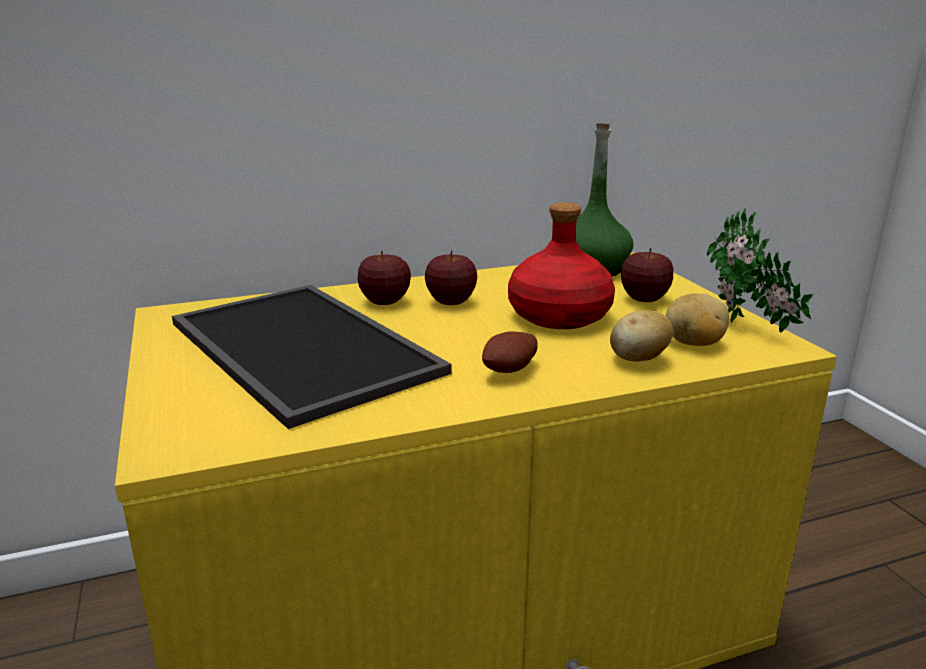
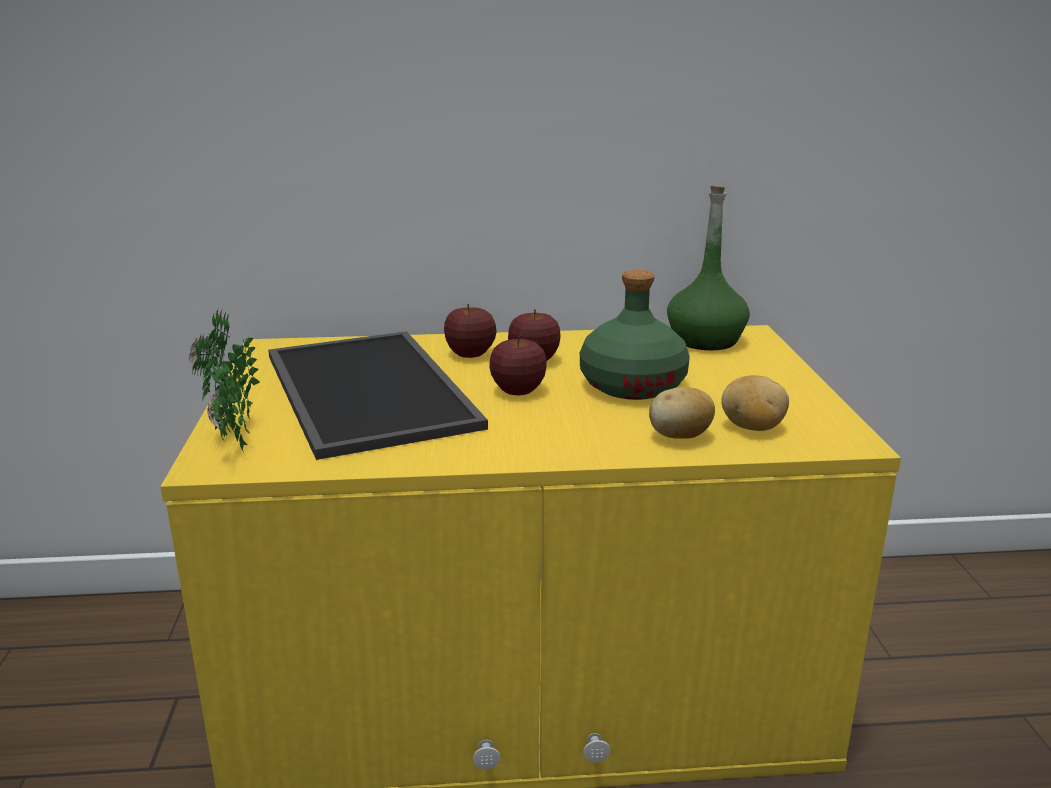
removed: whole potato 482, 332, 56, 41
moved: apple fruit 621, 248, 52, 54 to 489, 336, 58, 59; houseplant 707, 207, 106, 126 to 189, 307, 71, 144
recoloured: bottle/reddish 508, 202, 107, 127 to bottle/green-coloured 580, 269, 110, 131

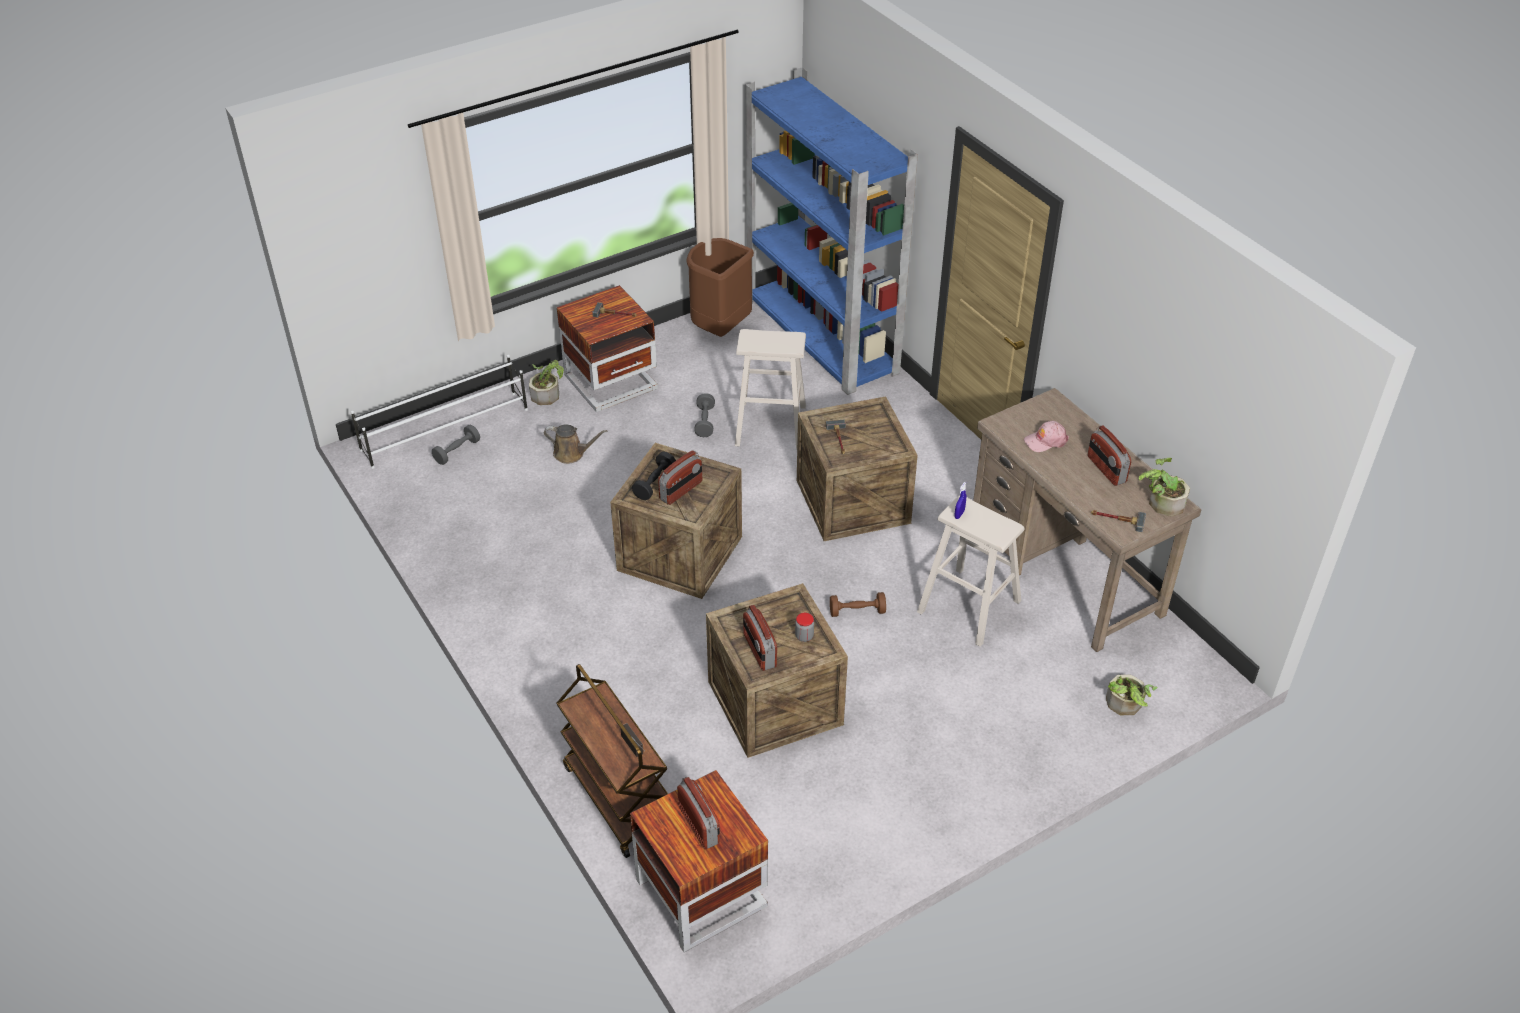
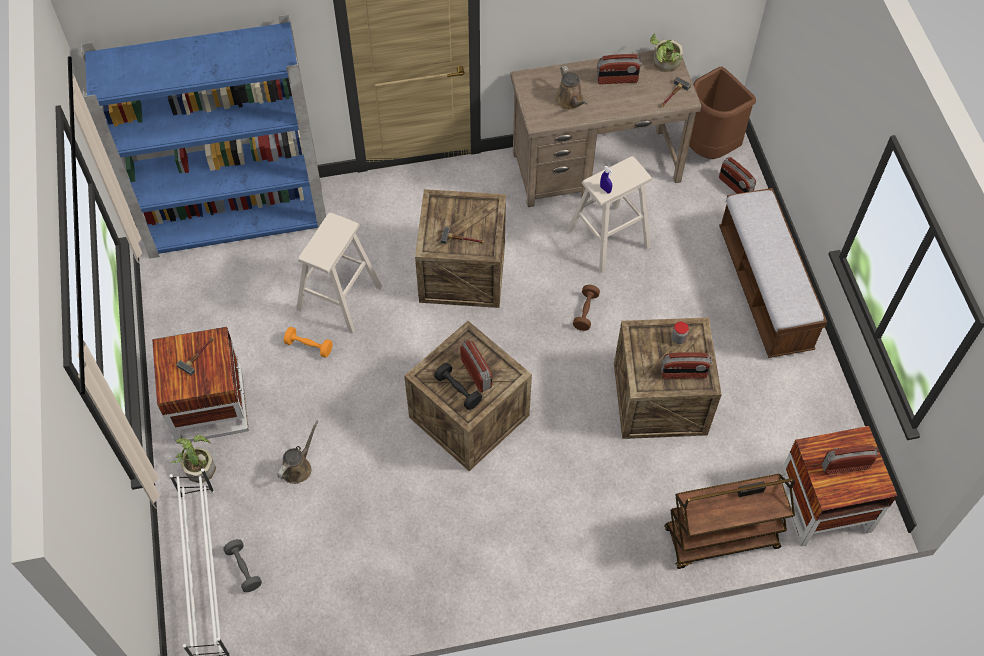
added: long seat 719, 188, 108, 170
moved: trash can/brown 686, 238, 68, 99 to 689, 67, 67, 92
replaced: baseball cap/pinkish 1024, 421, 45, 31 to sprinkling can/brown 555, 66, 32, 44; houseplant 1106, 675, 52, 40 to radio set 719, 157, 37, 37
recoloured: hand weight/gray 694, 393, 21, 44 to hand weight/orange-coloured 284, 327, 49, 31

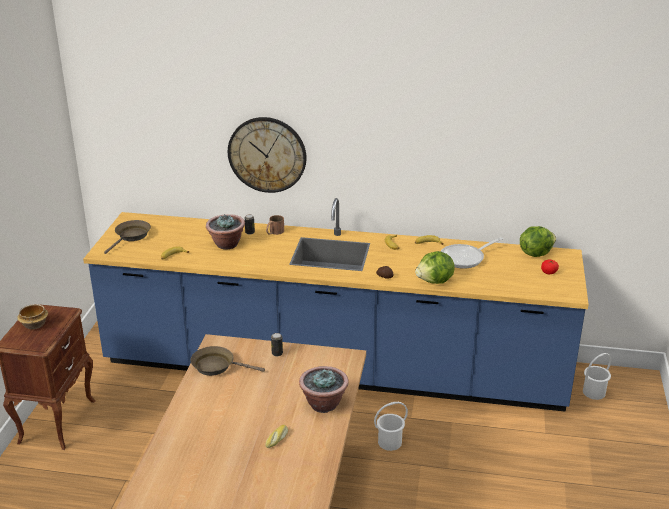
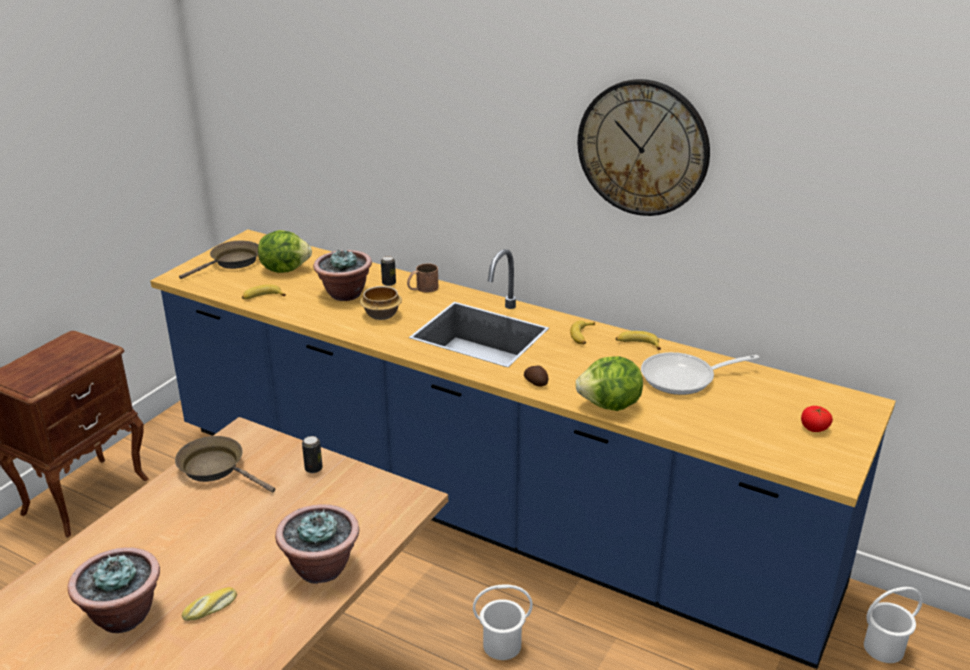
added: houseplant 68, 547, 92, 86
moved: serving bowl 17, 304, 31, 25 to 360, 286, 42, 34; clock on the wall 228, 117, 78, 76 to 578, 79, 132, 137; lettuce head 520, 226, 36, 31 to 258, 230, 54, 43

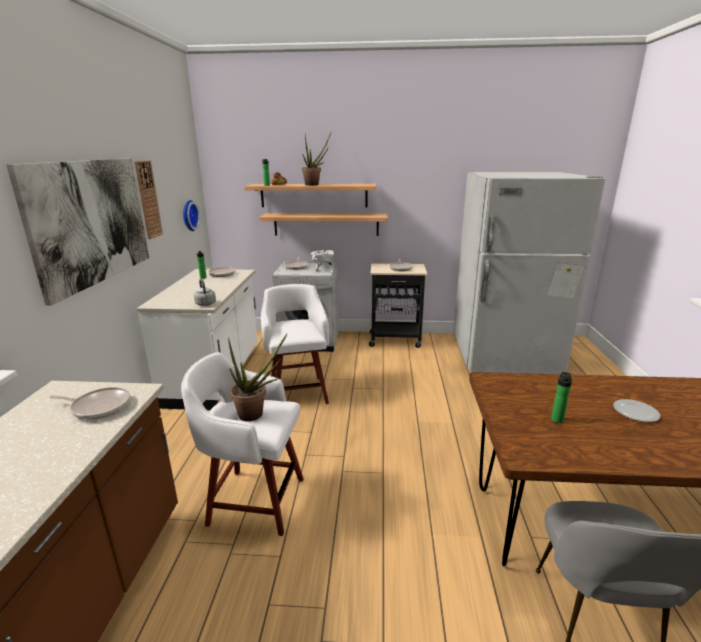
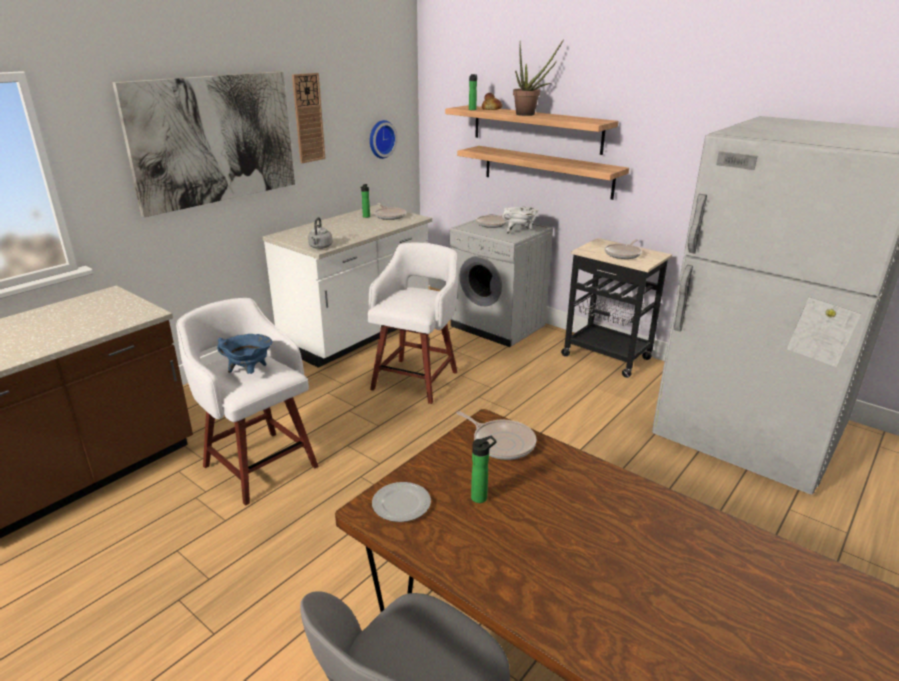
moved: pan 49, 387, 81, 33 to 457, 411, 80, 49; flat dish 613, 399, 47, 23 to 372, 482, 59, 40
replaced: houseplant 228, 334, 59, 87 to saucepot/bluish 217, 334, 55, 40

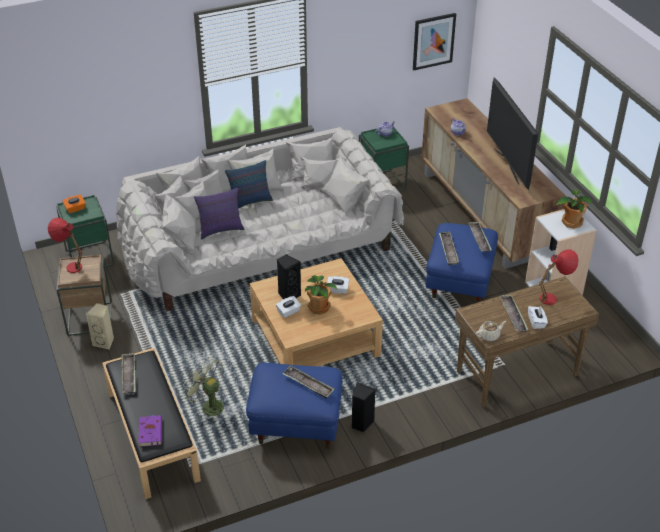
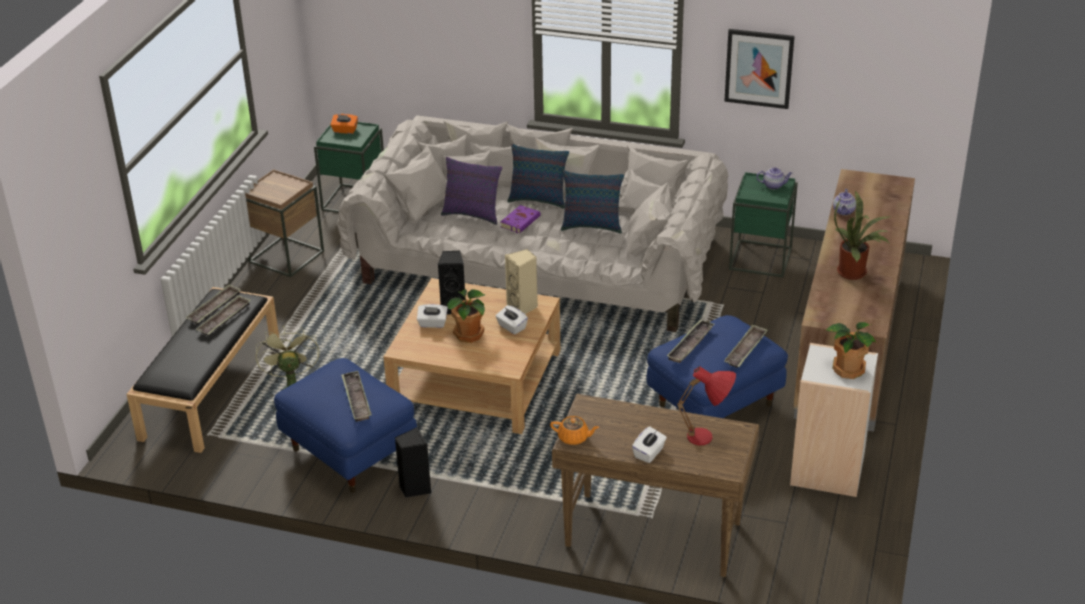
removed: lamp for a table/reddish 48, 218, 35, 55
added: pillow/bluish 561, 170, 63, 63
moved: speaker/beige-coloured 86, 303, 28, 46 to 505, 249, 33, 65; bound book/purplish 138, 415, 24, 32 to 501, 205, 40, 28; wall picture 413, 13, 43, 57 to 724, 29, 71, 80; tray 500, 294, 28, 38 to 196, 295, 54, 41
replaced: television 487, 78, 51, 112 to houseplant 834, 191, 55, 89
recoloured: teapot/beige-coloured 476, 321, 30, 20 to teapot/orange-coloured 550, 416, 49, 29

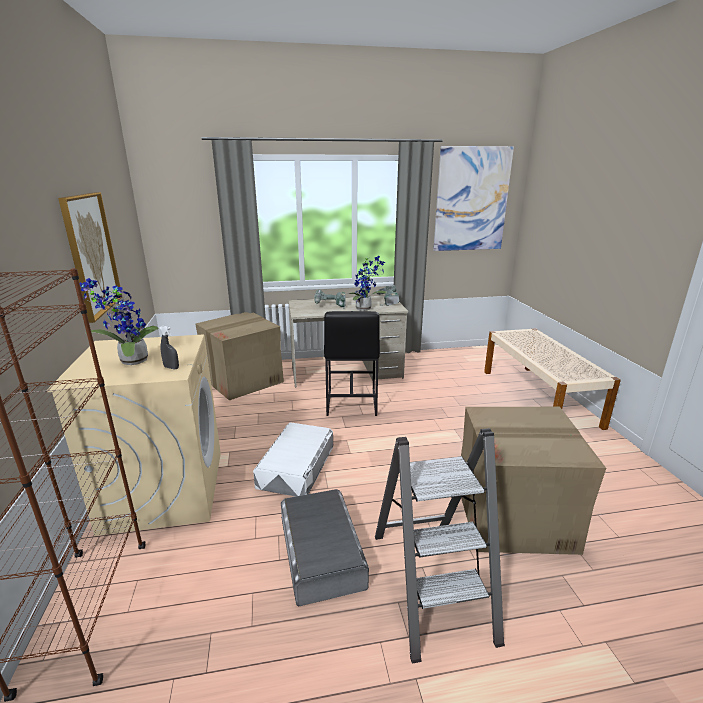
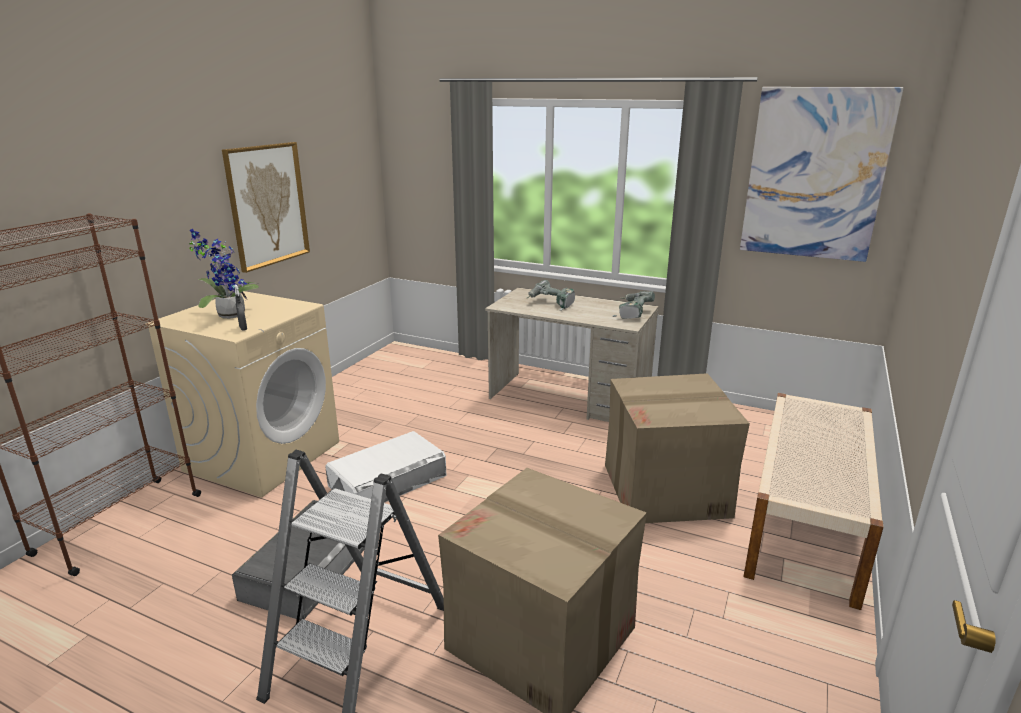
removed: plain chair/black 324, 311, 56, 105; houseplant 348, 256, 39, 55
moved: packing box 196, 312, 88, 88 to 605, 373, 145, 150

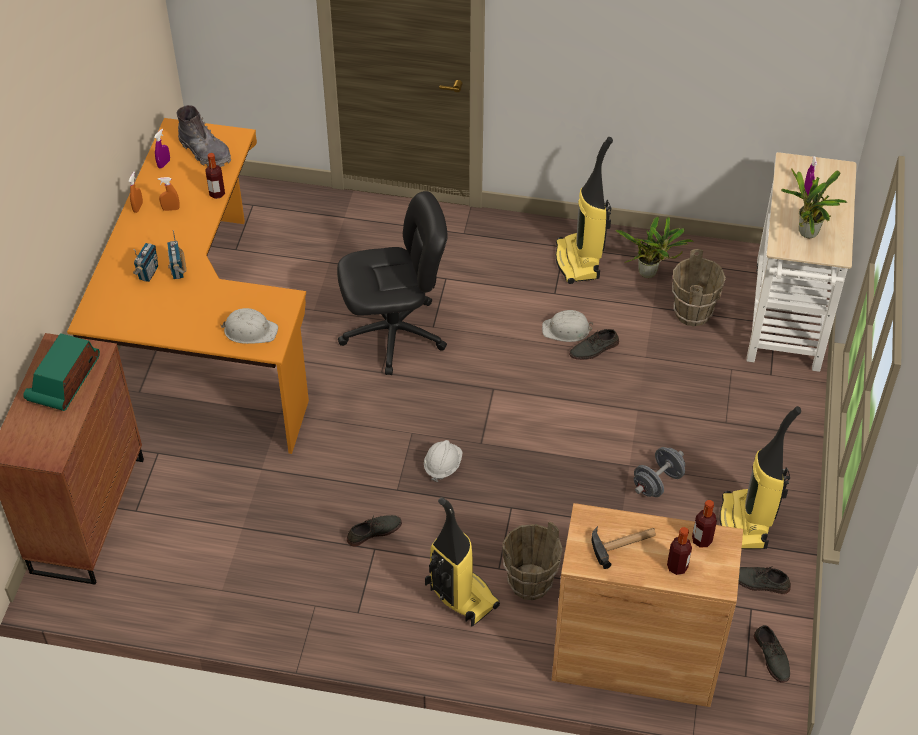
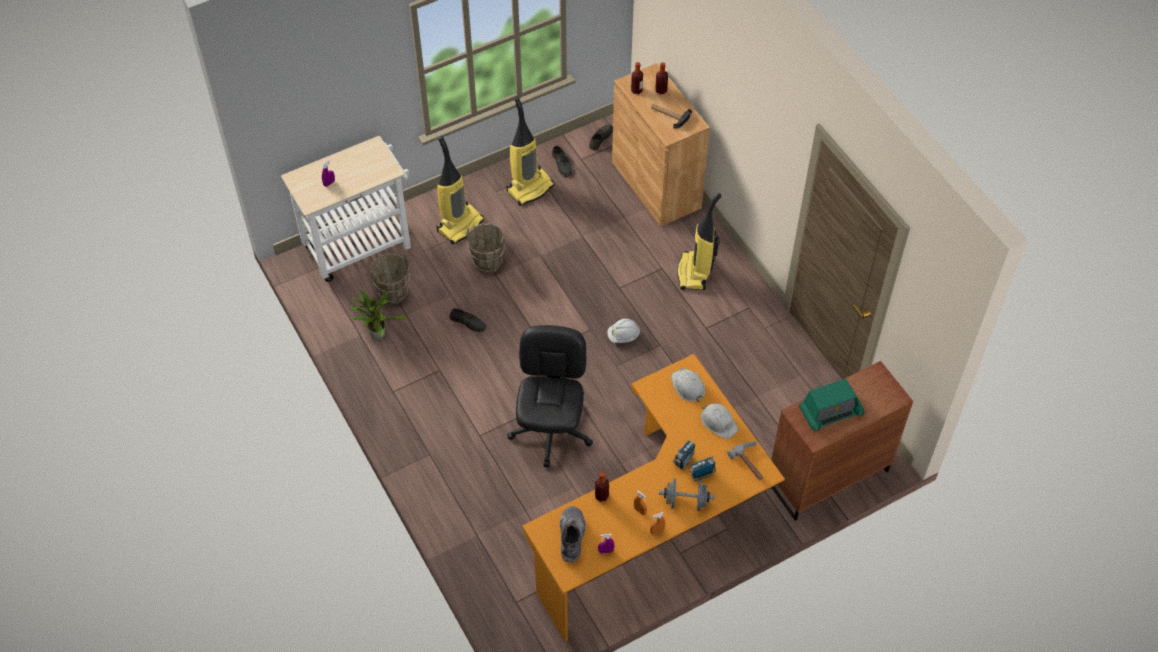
removed: low shoe/gray 347, 515, 55, 32; houseplant 781, 168, 66, 70
added: hand hammer 727, 441, 36, 40
moved: pail/brown 503, 521, 60, 79 to 466, 224, 39, 50; hard hat/white 542, 310, 51, 32 to 701, 403, 37, 36; vacuum 556, 137, 57, 147 to 437, 136, 47, 109; hand weight/gray 634, 447, 51, 50 to 659, 479, 56, 32
turned: computer chair/black 337, 191, 111, 184 = 507, 325, 86, 142 60 degrees clockwise

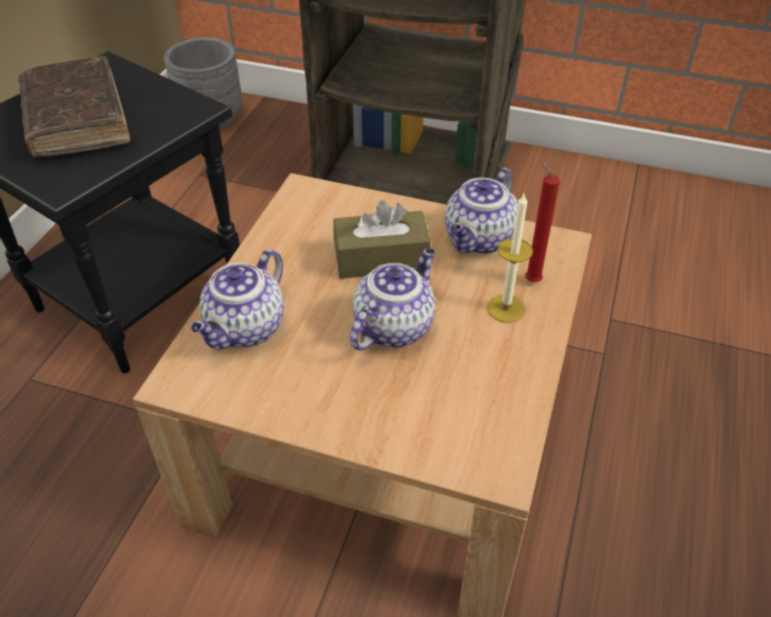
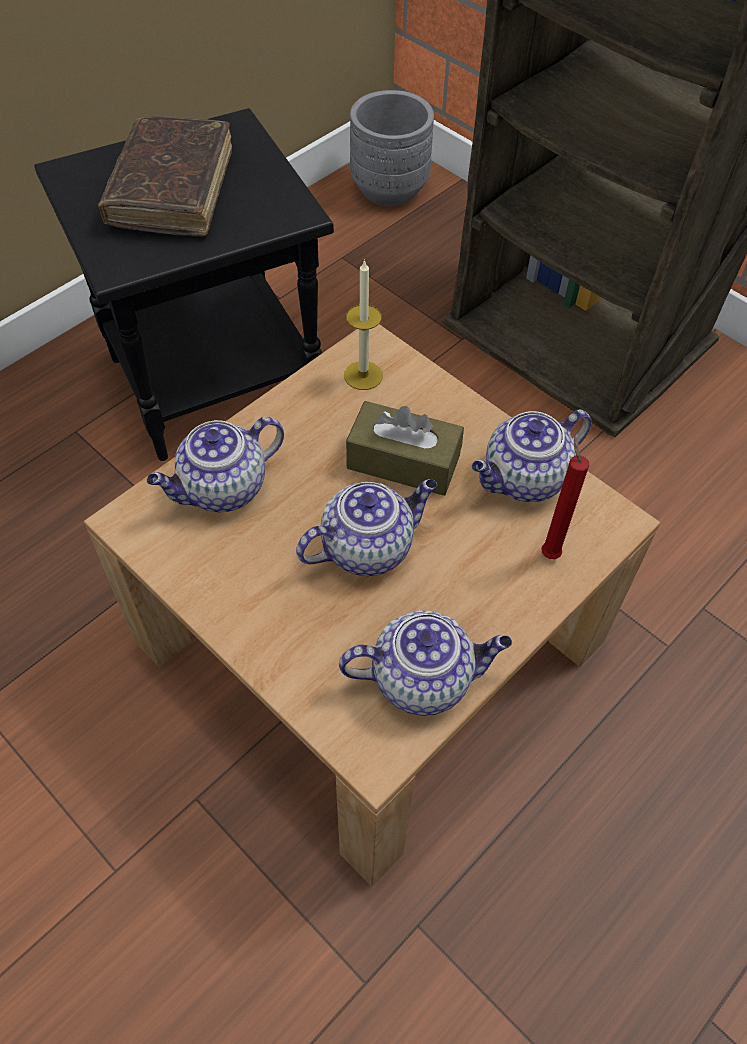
added: teapot 339, 611, 173, 105
moved: wax light 487, 194, 46, 129 to 344, 259, 39, 131

